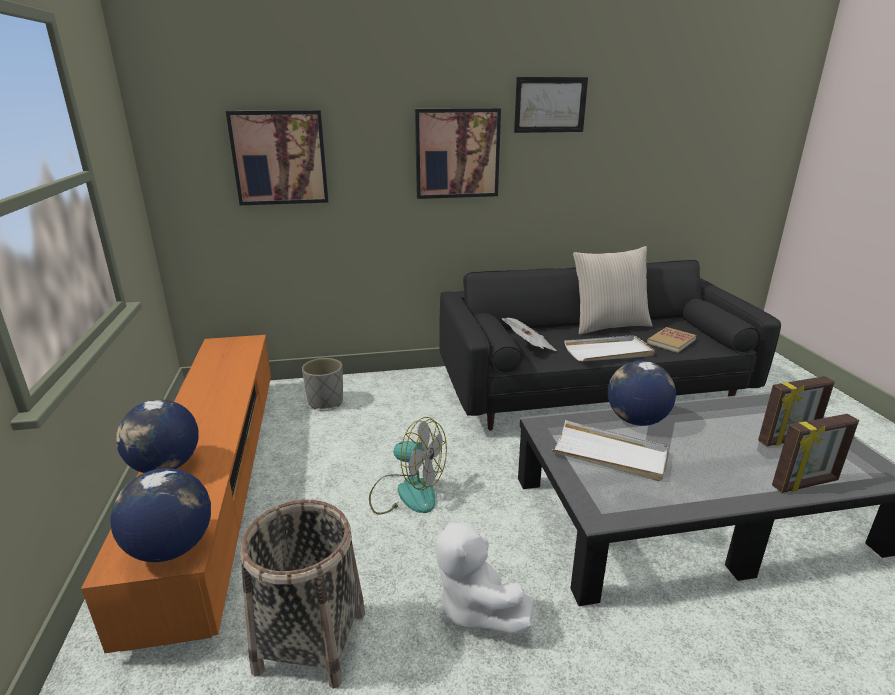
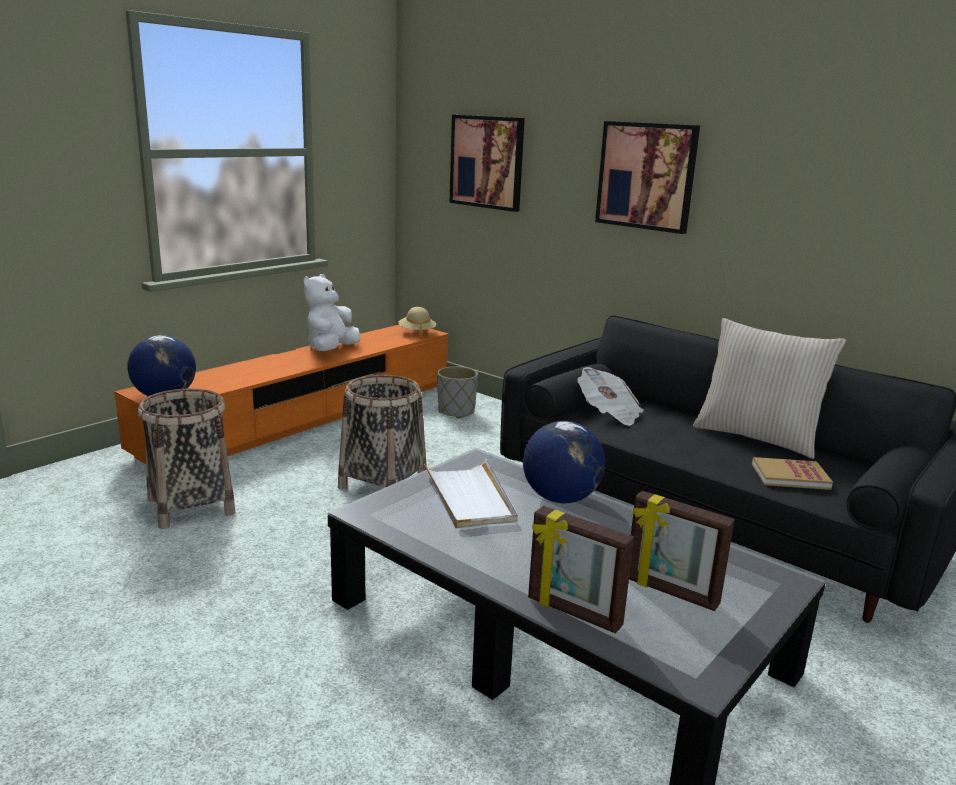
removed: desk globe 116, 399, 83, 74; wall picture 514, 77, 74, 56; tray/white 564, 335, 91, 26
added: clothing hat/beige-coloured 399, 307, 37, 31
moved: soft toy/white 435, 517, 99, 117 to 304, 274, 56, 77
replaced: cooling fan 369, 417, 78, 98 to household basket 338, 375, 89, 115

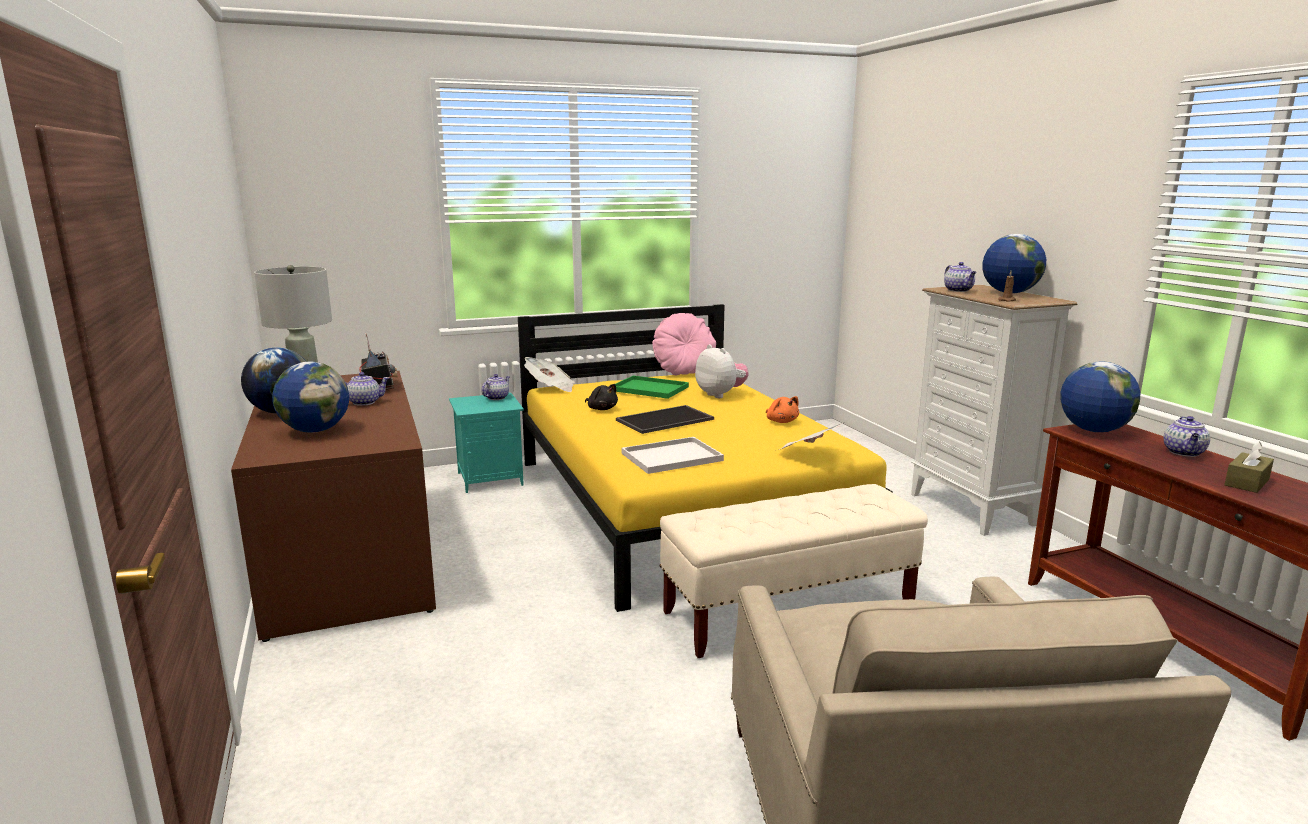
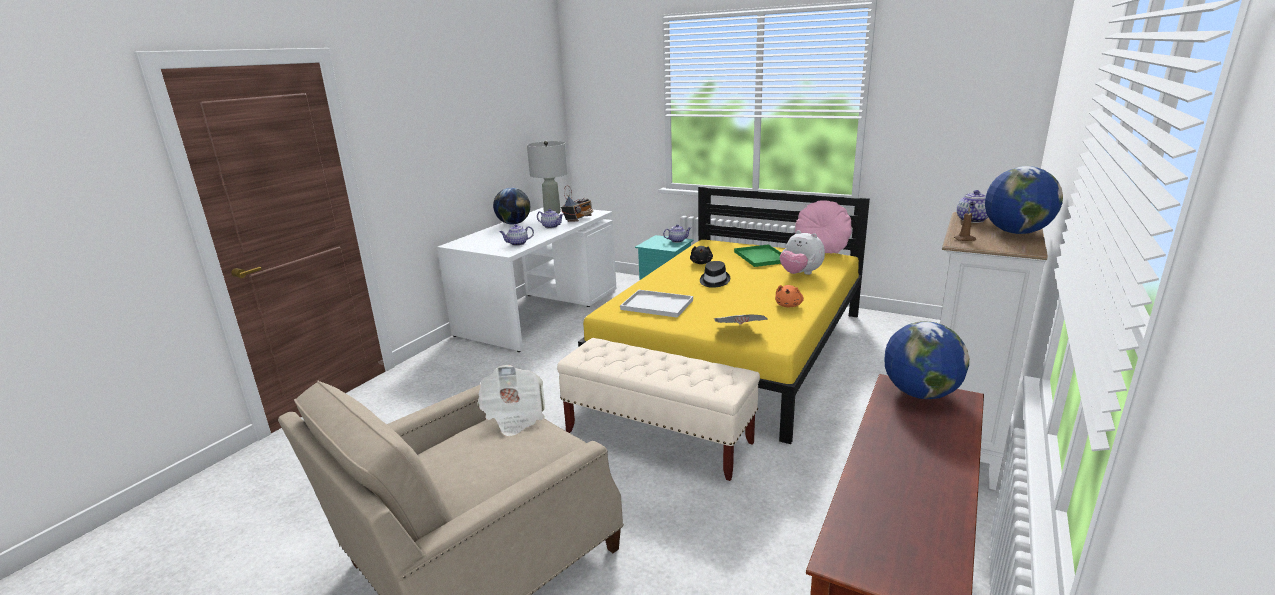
removed: desk globe 272, 362, 77, 71; tissue box/brown 1224, 441, 50, 52
moved: printed paper 524, 357, 51, 35 to 477, 365, 68, 71; teapot 1164, 416, 46, 41 to 500, 224, 34, 22
replaced: tray 616, 405, 98, 29 to clothing hat/black 700, 261, 30, 27
recoloured: desk/brown 231, 371, 205, 271 to desk/white 437, 206, 179, 146
turned: soft toy 695, 344, 54, 54 = 780, 230, 45, 45 120 degrees clockwise

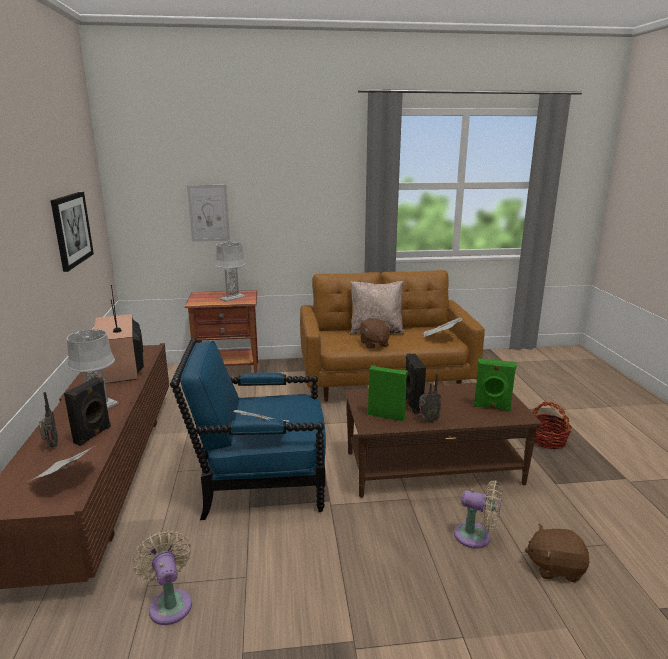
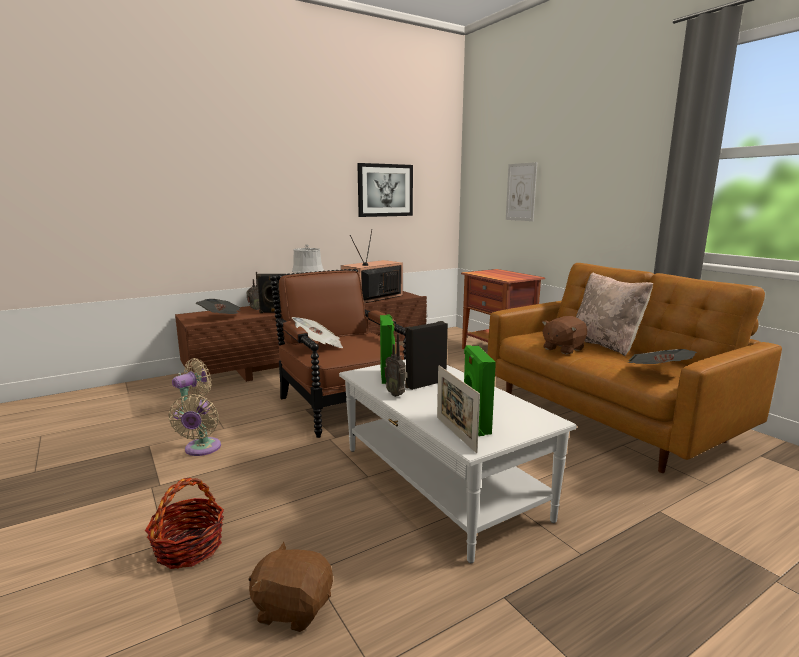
removed: lamp for a table/gray 215, 240, 31, 62
added: standing frame 437, 365, 43, 88
moved: cooling fan/beige-coloured 454, 480, 48, 68 to 169, 394, 52, 62; household basket 532, 402, 40, 47 to 145, 478, 79, 91
recoloured: easy chair/bluish 170, 338, 156, 182 to easy chair/brown 270, 269, 136, 169; low table/brown 345, 383, 197, 115 to low table/white 339, 359, 238, 204
turned: soft toy/brown 525, 524, 65, 58 = 248, 542, 85, 90 60 degrees counterclockwise

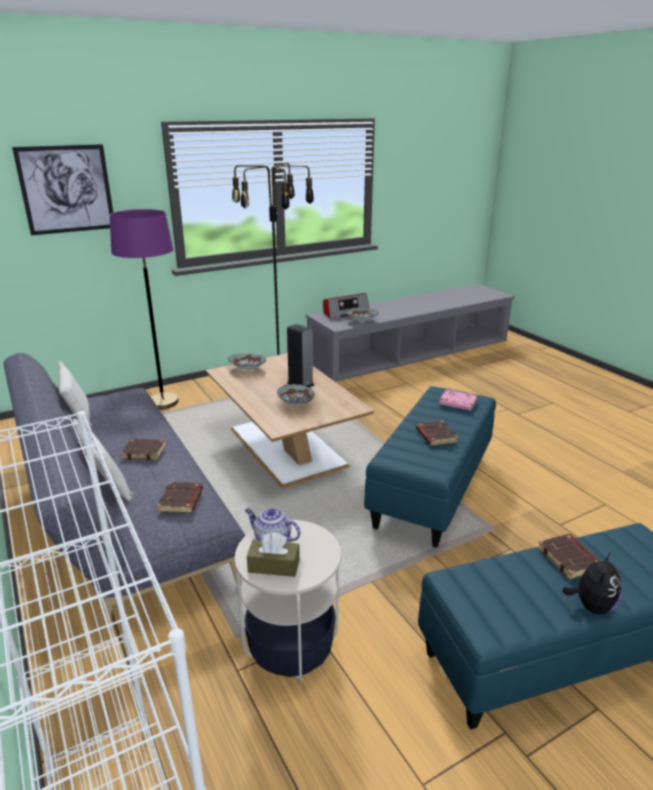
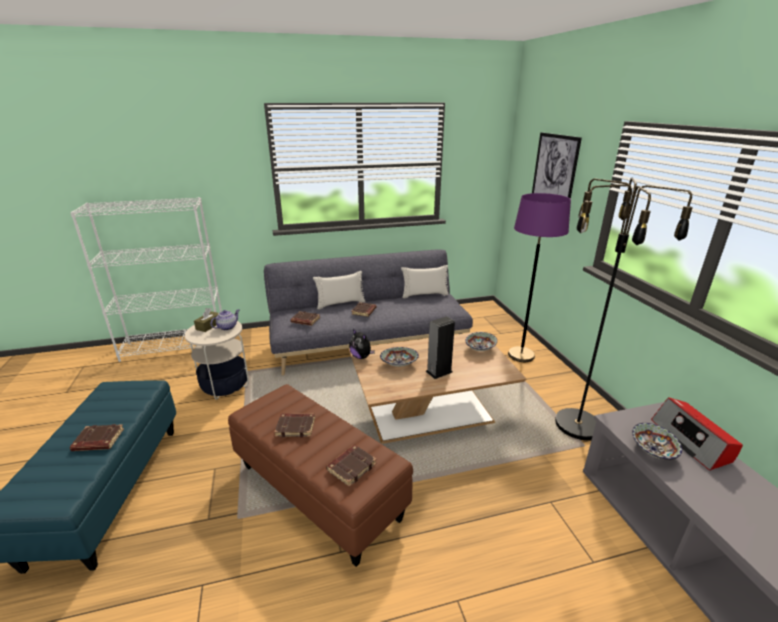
moved: soft toy 562, 552, 60, 63 to 349, 329, 26, 30
recoloured: footrest/bluish 364, 386, 132, 162 to footrest/brown 228, 384, 185, 183; bound book/pinkish 439, 390, 39, 21 to bound book/brown 326, 445, 51, 42

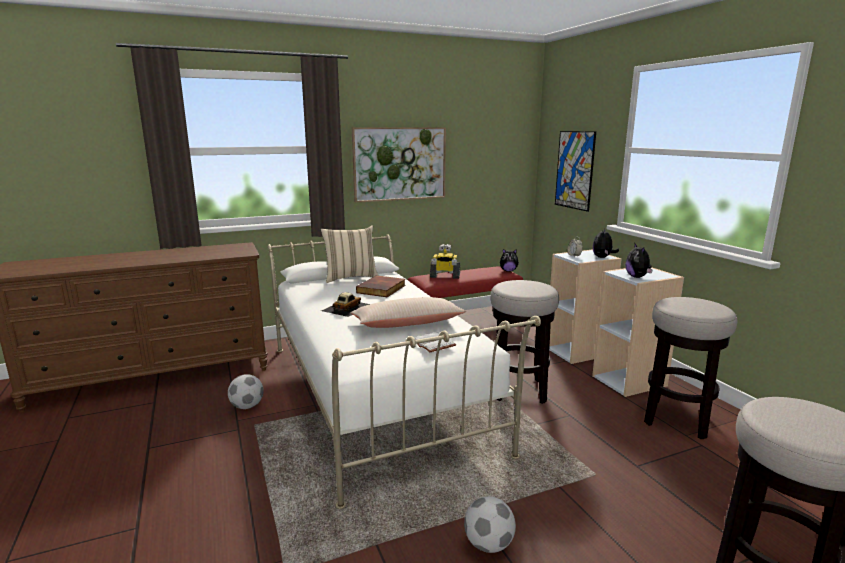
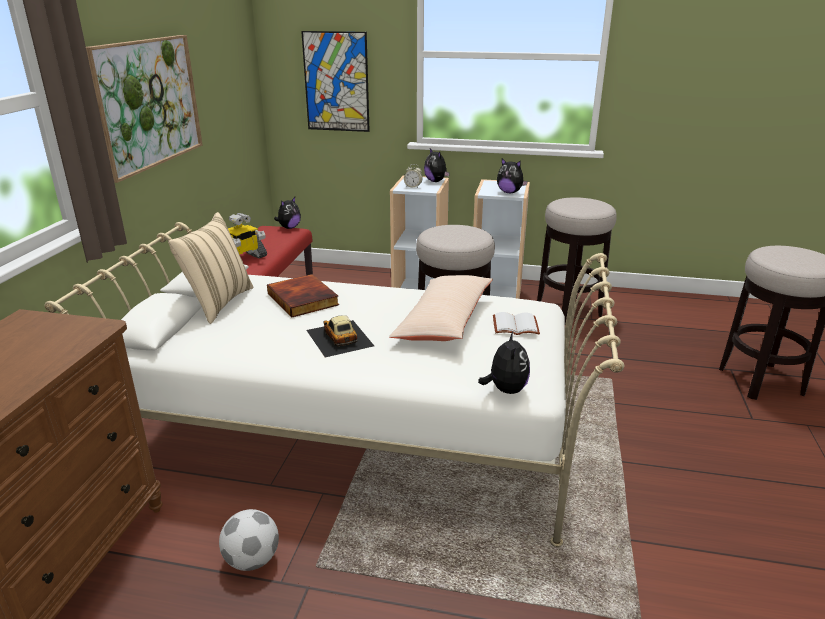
removed: football ball 464, 496, 52, 57
added: soft toy 478, 332, 52, 62

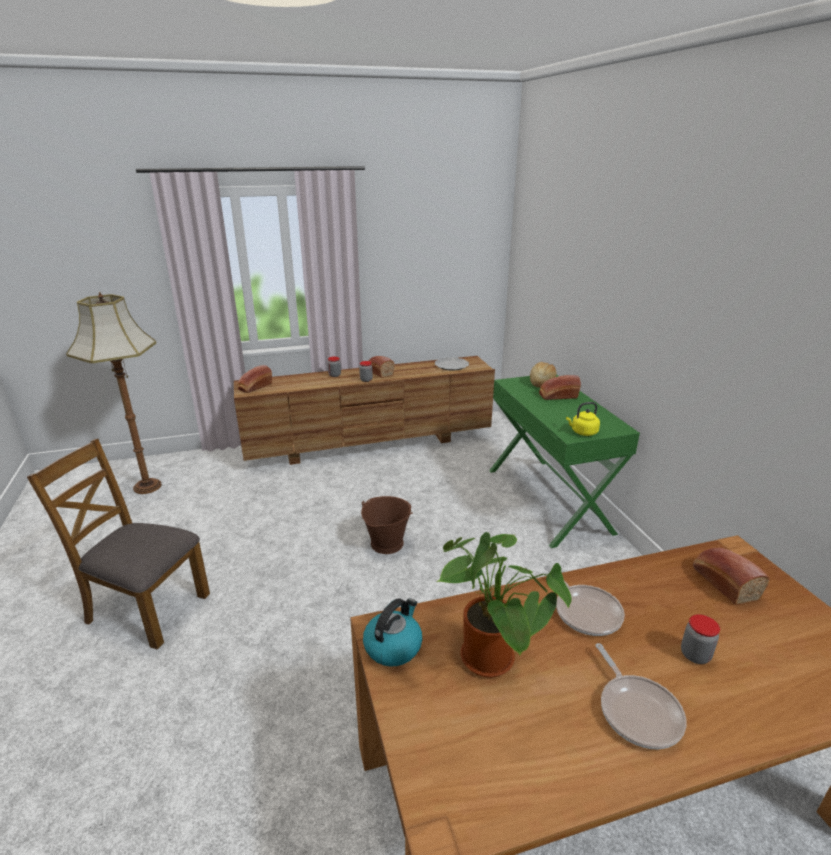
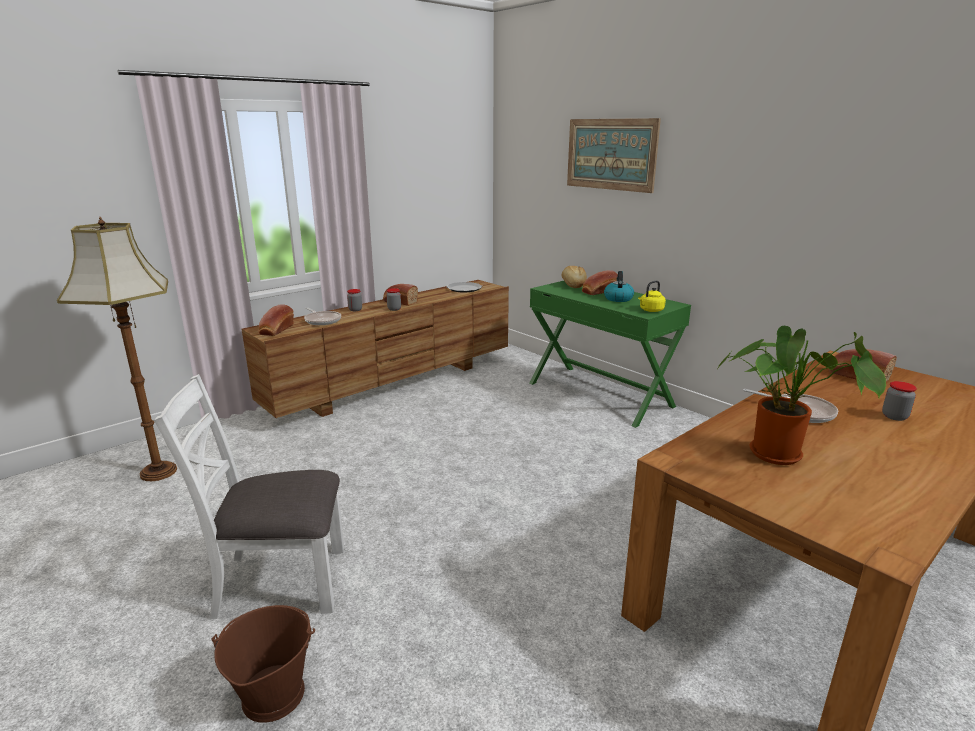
added: wall picture 567, 118, 94, 75
moved: pail/brown 361, 496, 52, 58 to 211, 605, 104, 118; kettle 363, 598, 59, 68 to 604, 271, 30, 31; pan 595, 643, 92, 106 to 304, 307, 37, 18
recoloured: plain chair/brown 27, 439, 183, 211 to plain chair/white 154, 374, 190, 245

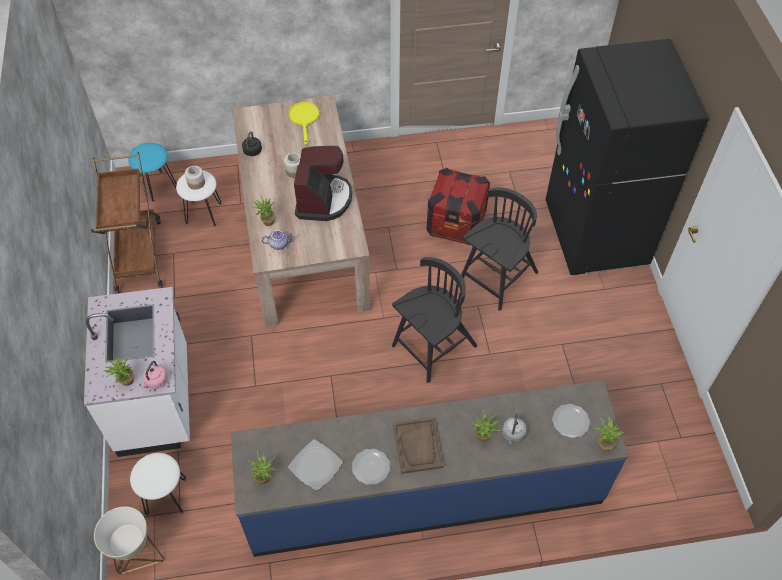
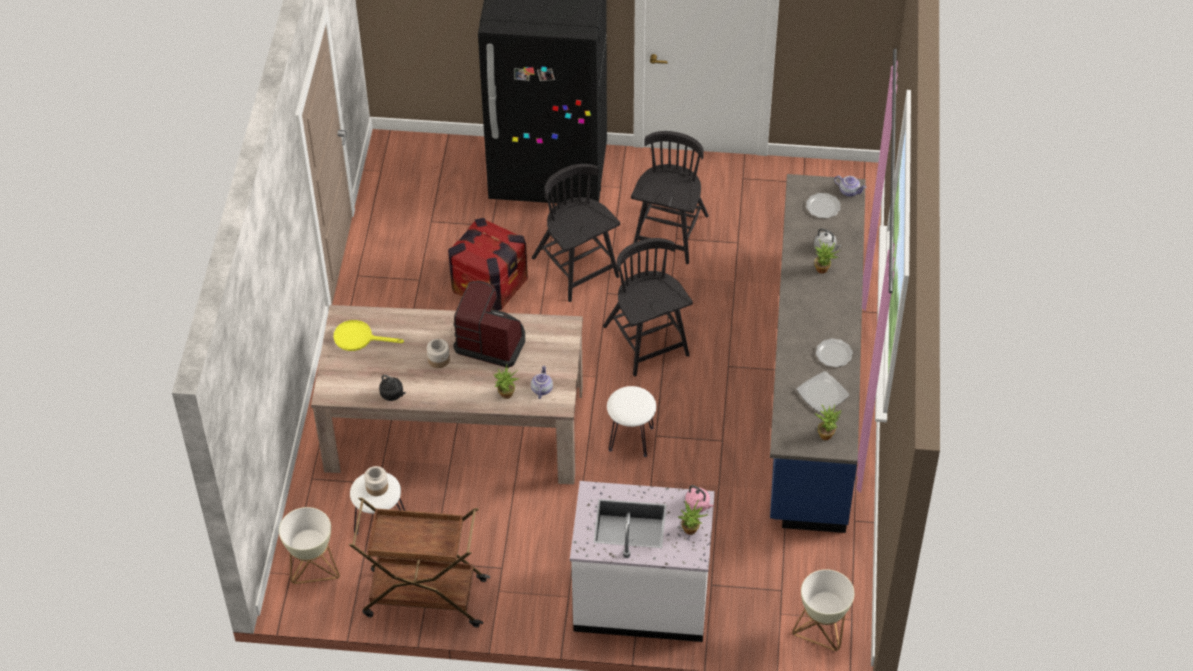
removed: tray/brown 393, 417, 51, 57
added: plain chair/black 631, 131, 78, 133
moved: sitting stool/white 130, 453, 57, 62 to 607, 386, 49, 71
replaced: sitting stool/turquoise 128, 143, 49, 59 to plant pot 279, 507, 61, 77; houseplant 594, 417, 29, 34 to teapot 834, 175, 32, 22

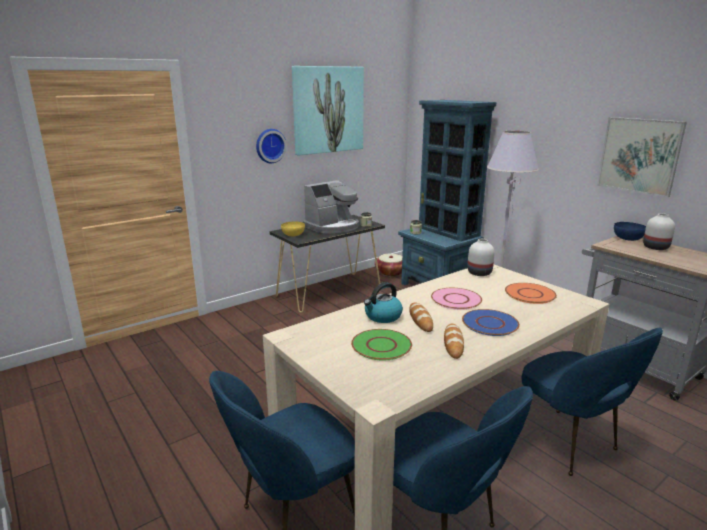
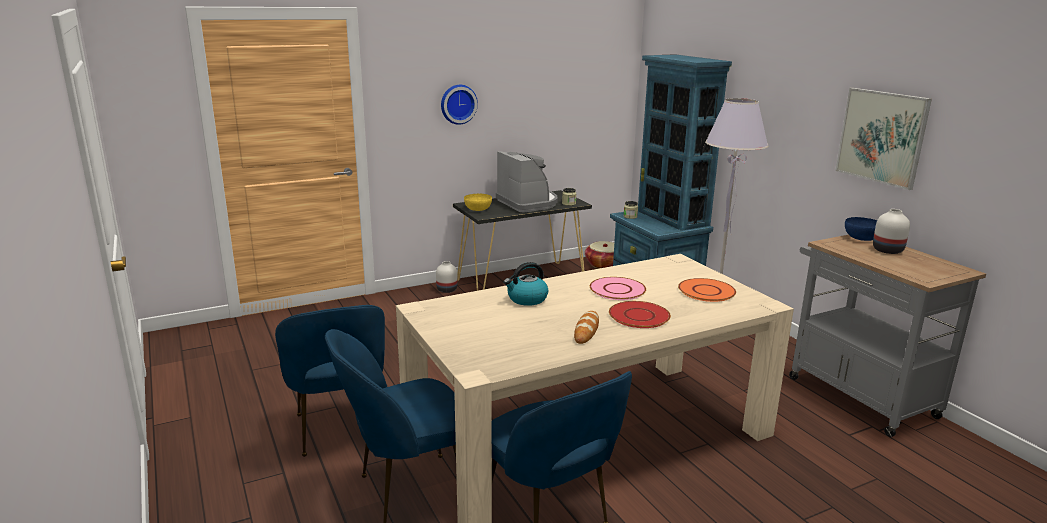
removed: wall picture 292, 66, 72, 90; flat dish/green-coloured 351, 329, 61, 31; baked bread 409, 302, 24, 30
moved: decorative vase/white 467, 239, 28, 37 to 436, 261, 22, 32; plain chair/bluish 521, 328, 142, 148 to 275, 305, 110, 152
recoloured: flat dish/bluish 462, 309, 58, 27 to flat dish/reddish 609, 301, 62, 27
turned: coffee maker 303, 180, 56, 54 = 496, 151, 62, 62 90 degrees counterclockwise

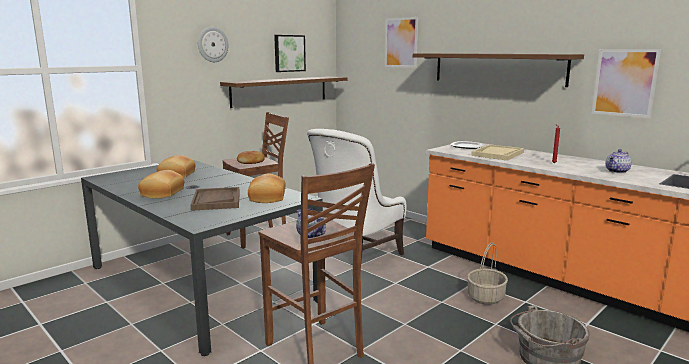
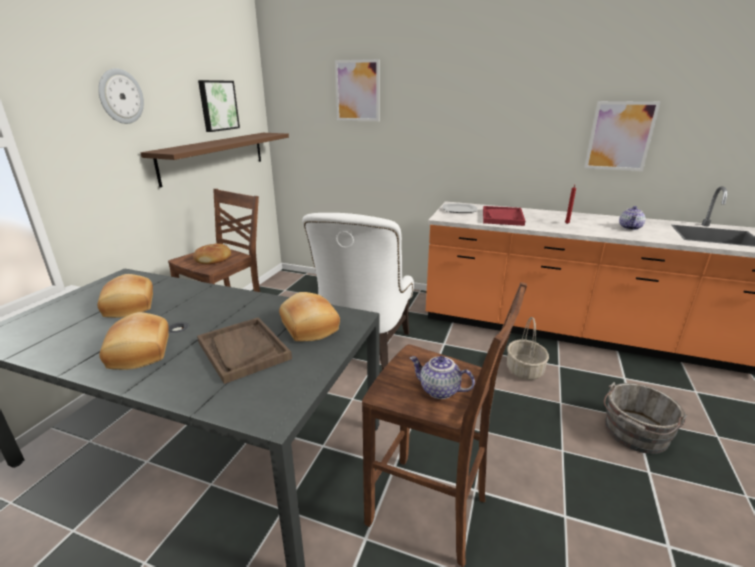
removed: wall shelf/brown 413, 53, 171, 34
recoloured: tray/beige-coloured 471, 144, 53, 17 to tray/reddish 483, 206, 42, 20

